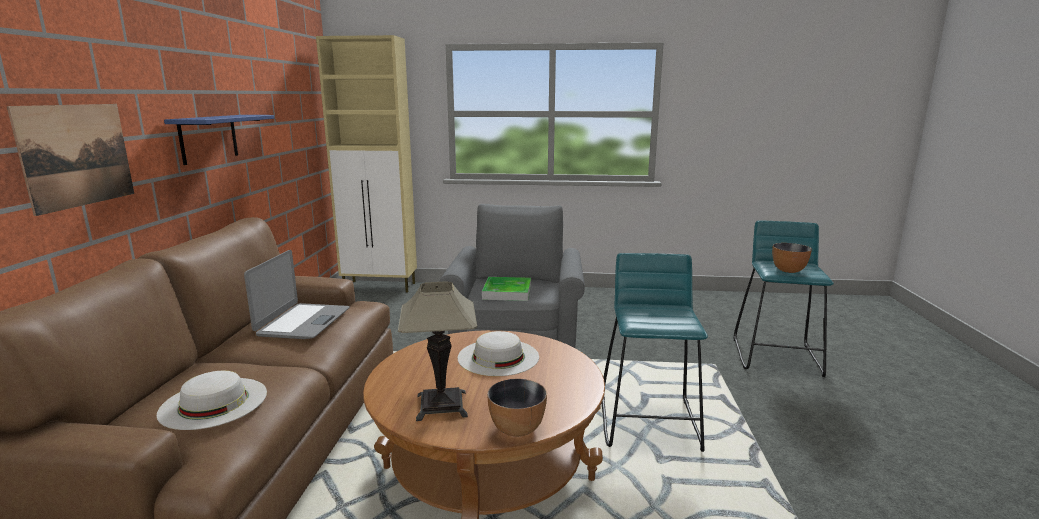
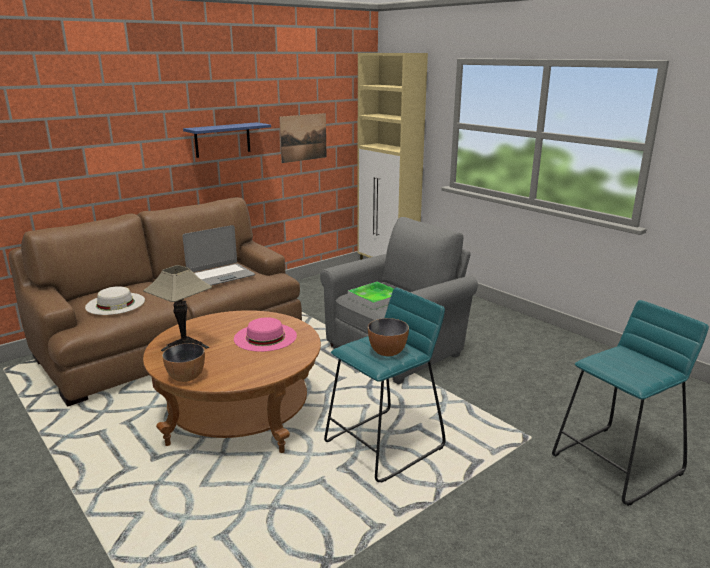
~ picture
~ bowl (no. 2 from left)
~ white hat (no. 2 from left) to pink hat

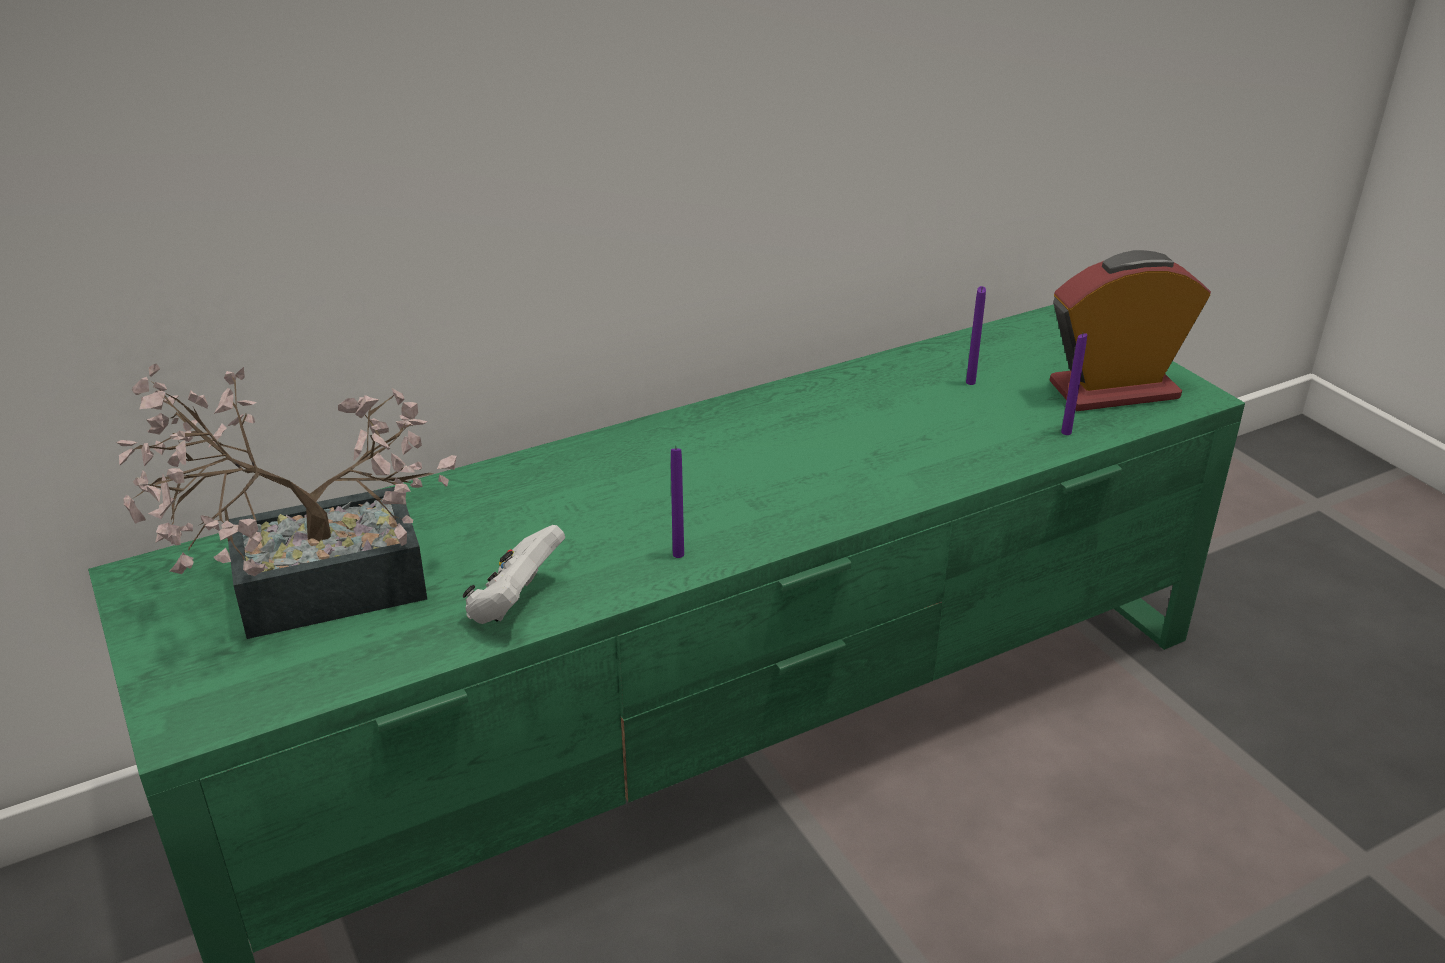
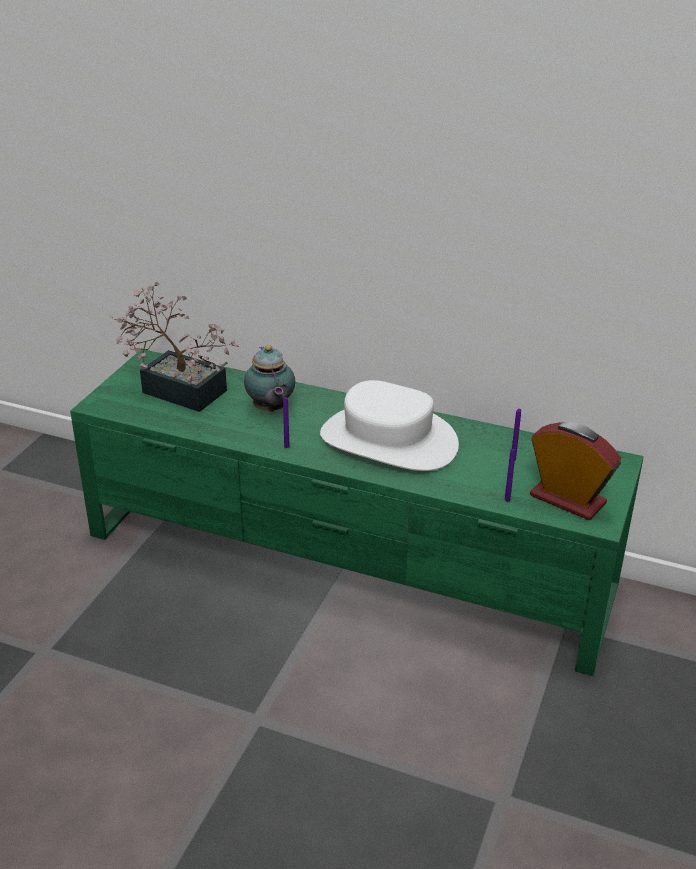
- white game controller
+ teapot
+ white hat

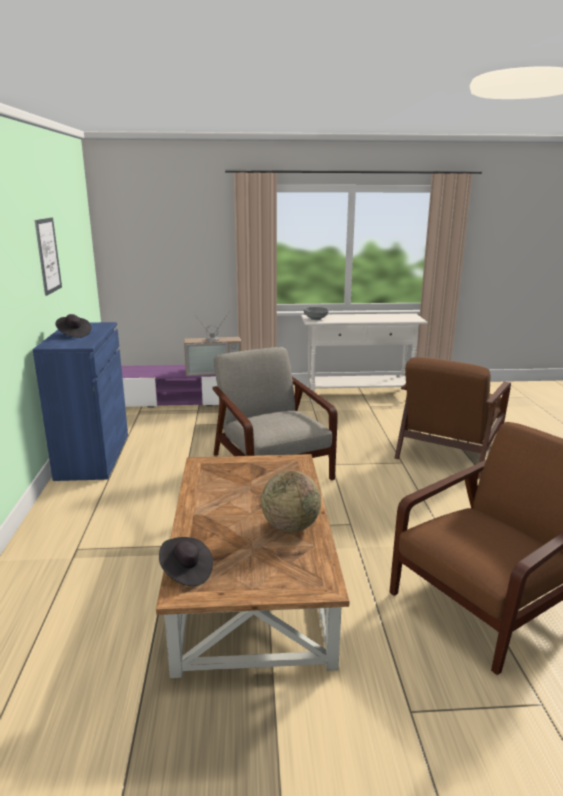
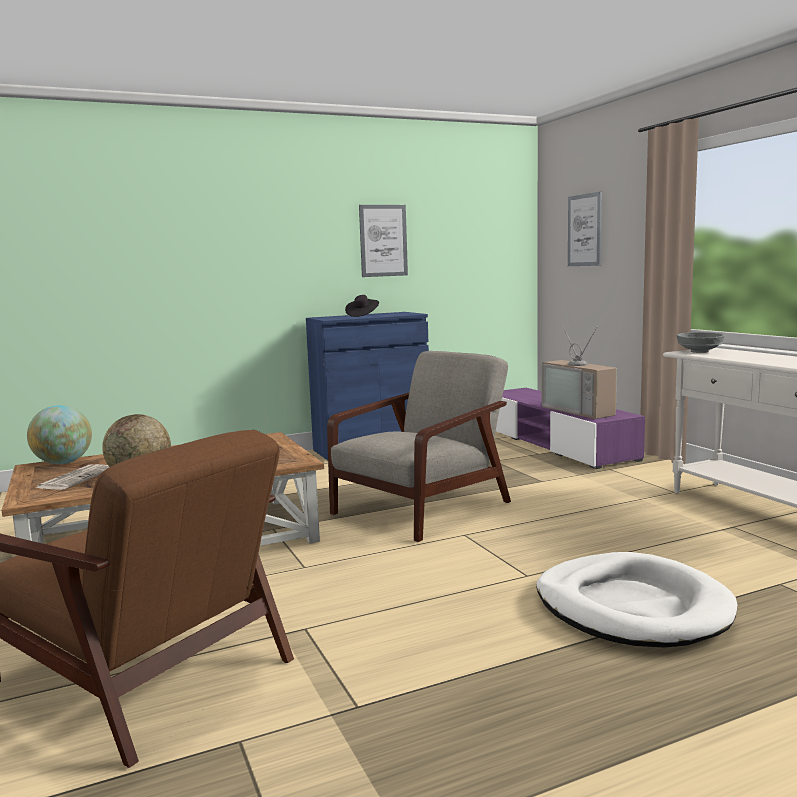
~ brown armchair (no. 1 from left) to white dog bed
~ black hat (no. 2 from left) to globe (no. 1 from left)
+ picture (no. 2 from left)
+ newspaper

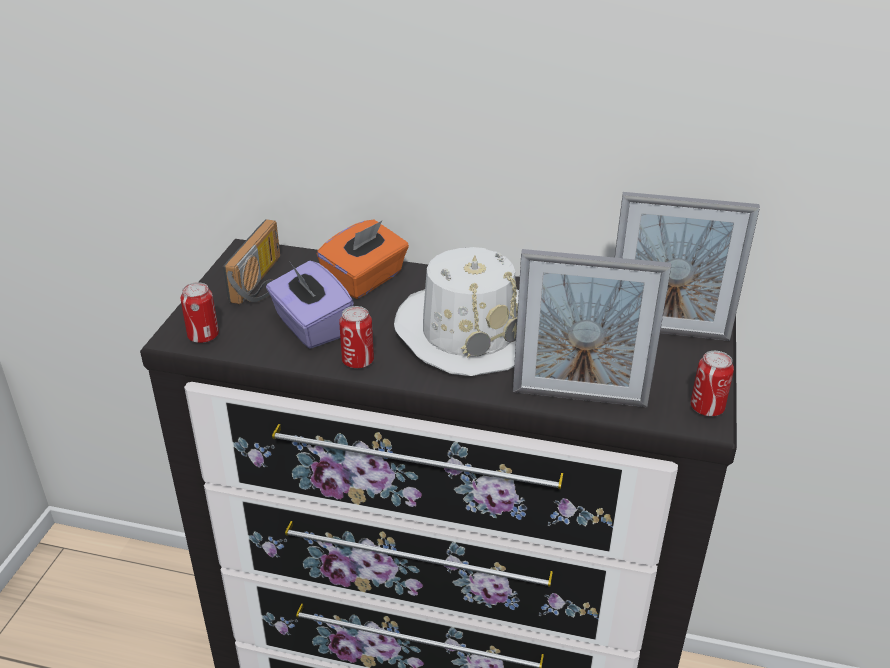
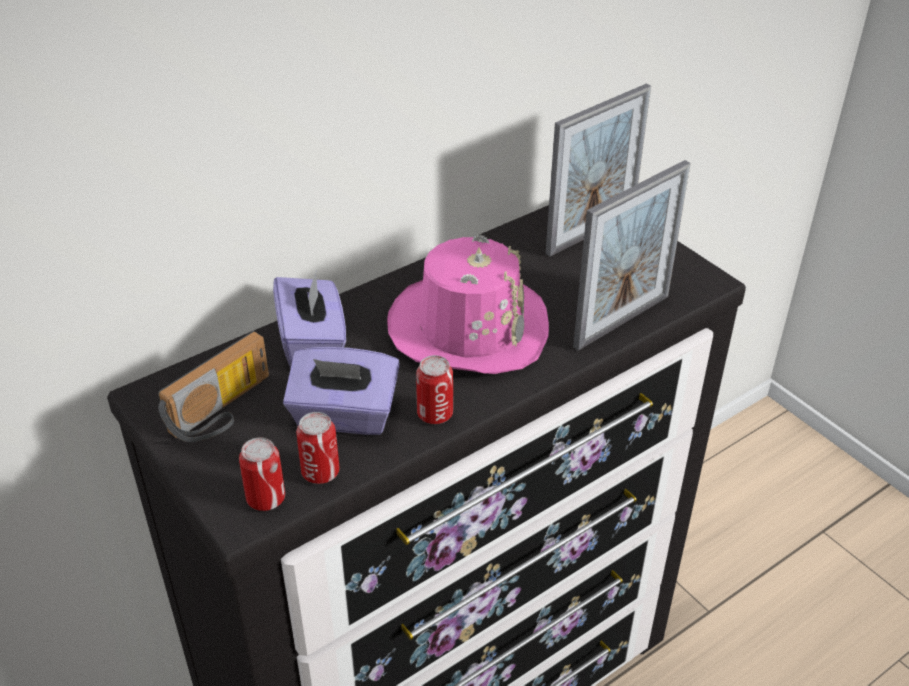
~ radio 75 degrees clockwise
~ orange tissue box to purple tissue box (no. 1 from left)
~ white hat to pink hat
~ can (no. 3 from left in the first image) to can (no. 2 from left)

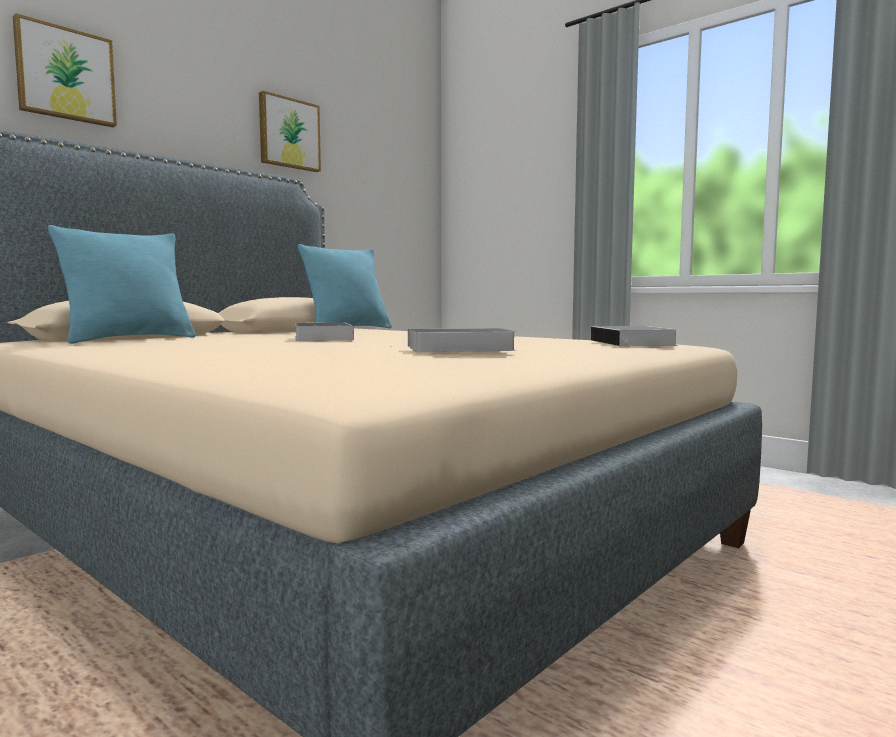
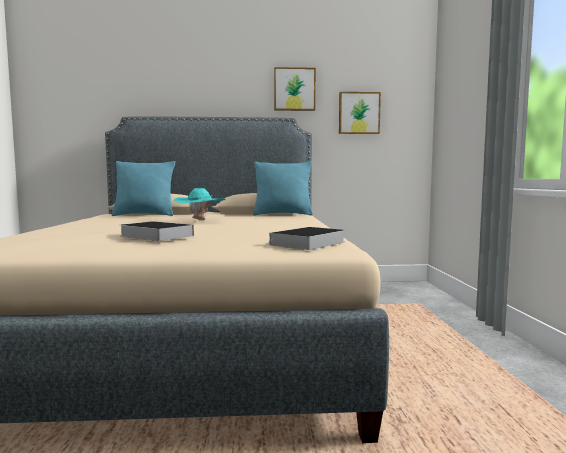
~ picture (no. 1 from left in the first image) to picture (no. 2 from left)
~ book (no. 1 from left) to turquoise hat

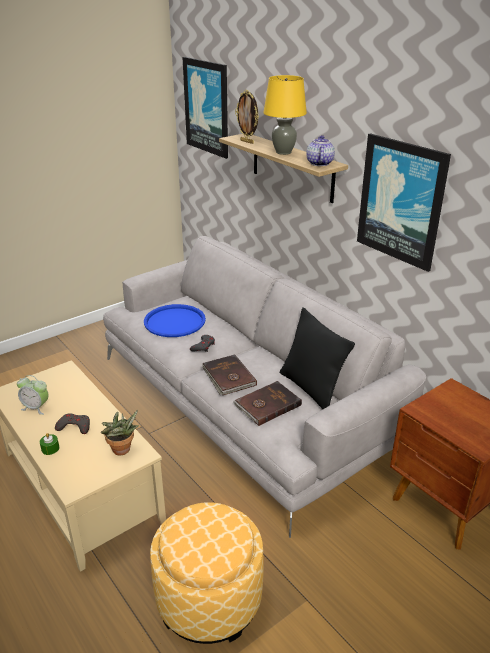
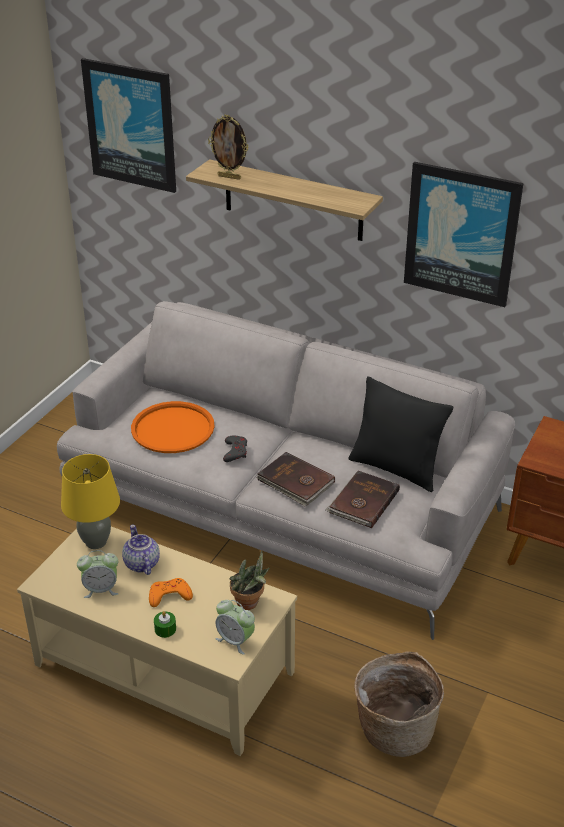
~ yellow table lamp
~ teapot
~ blue tray to orange tray
~ grey game controller (no. 1 from left) to orange game controller
~ ottoman to basket
+ alarm clock (no. 2 from left)

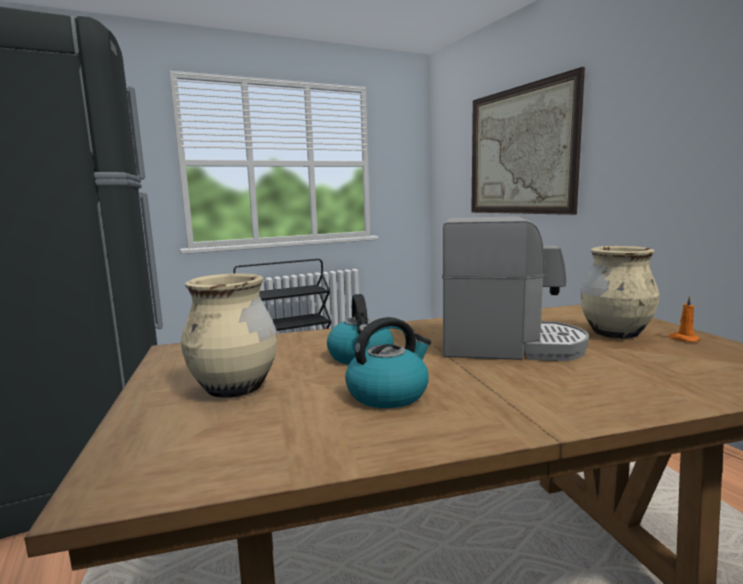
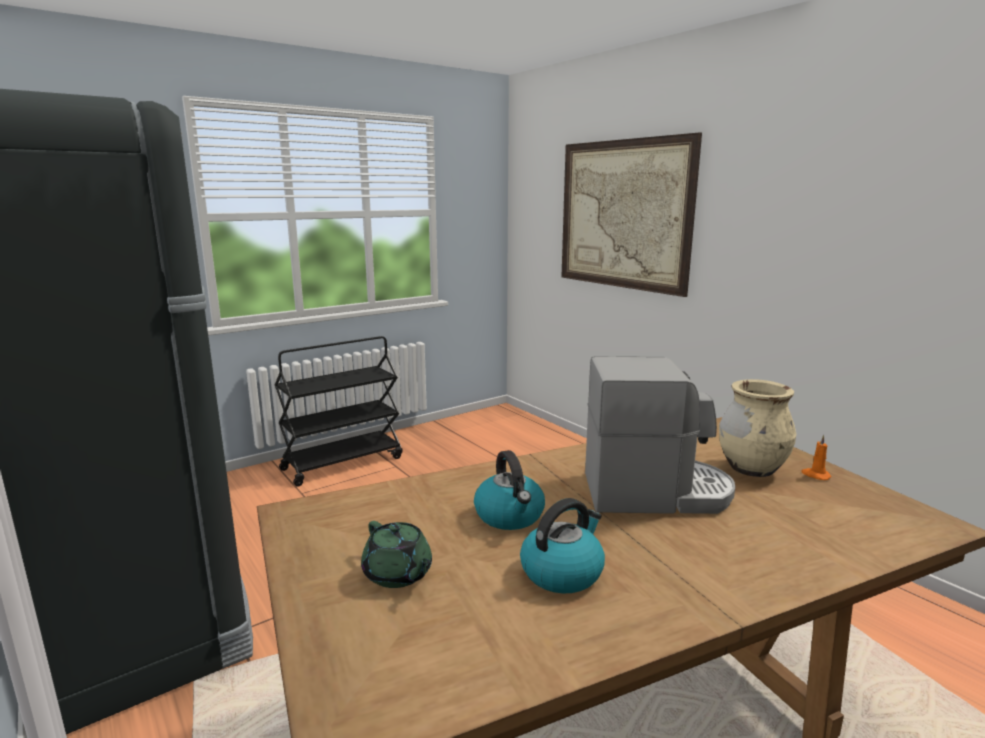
~ beige vase (no. 1 from left) to green teapot

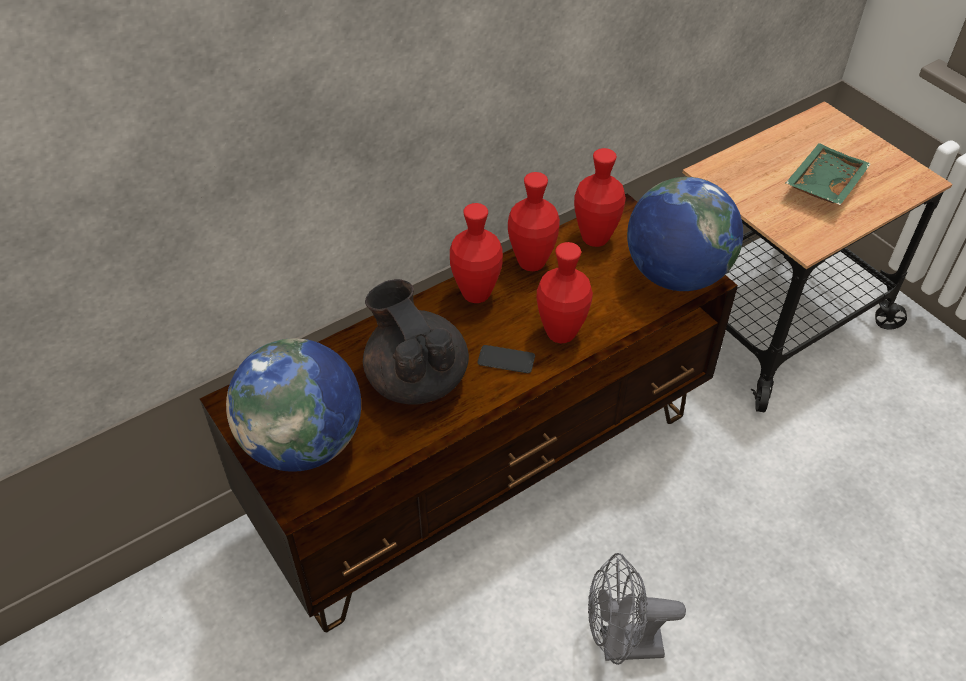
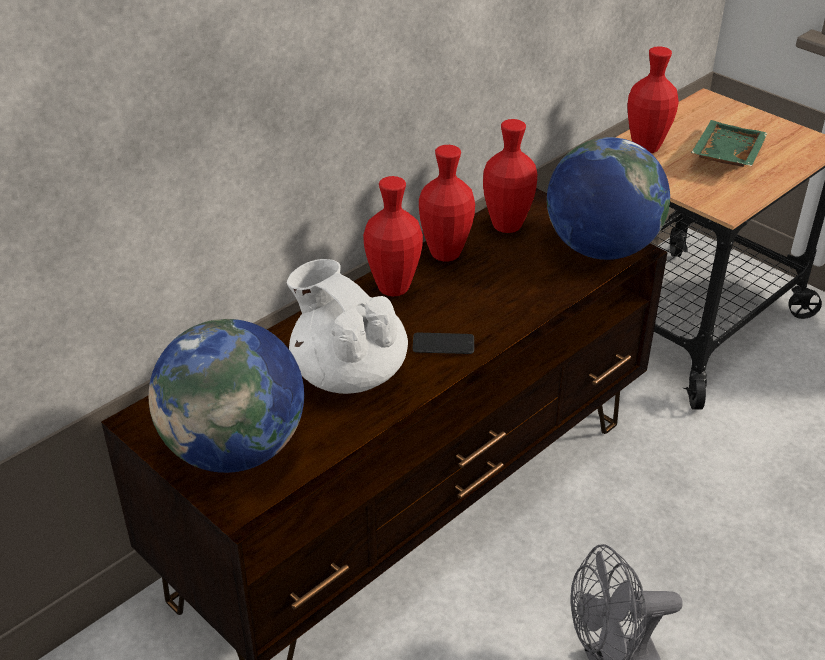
~ red vase (no. 3 from left in the first image) to red vase (no. 4 from left)
~ black teapot to white teapot

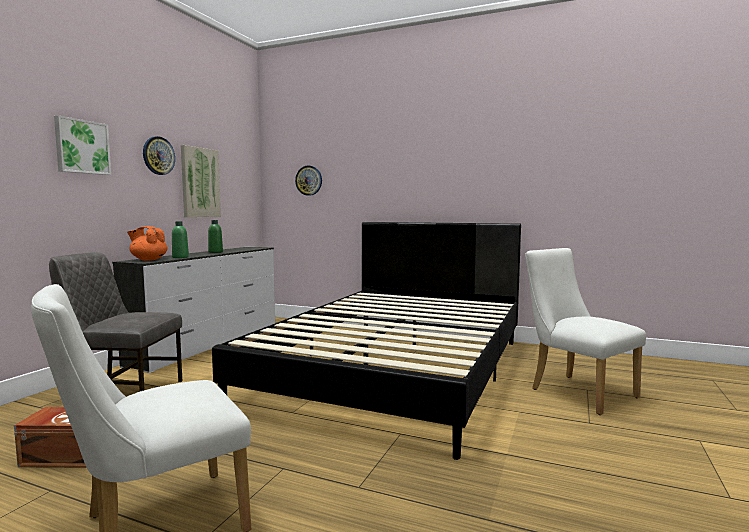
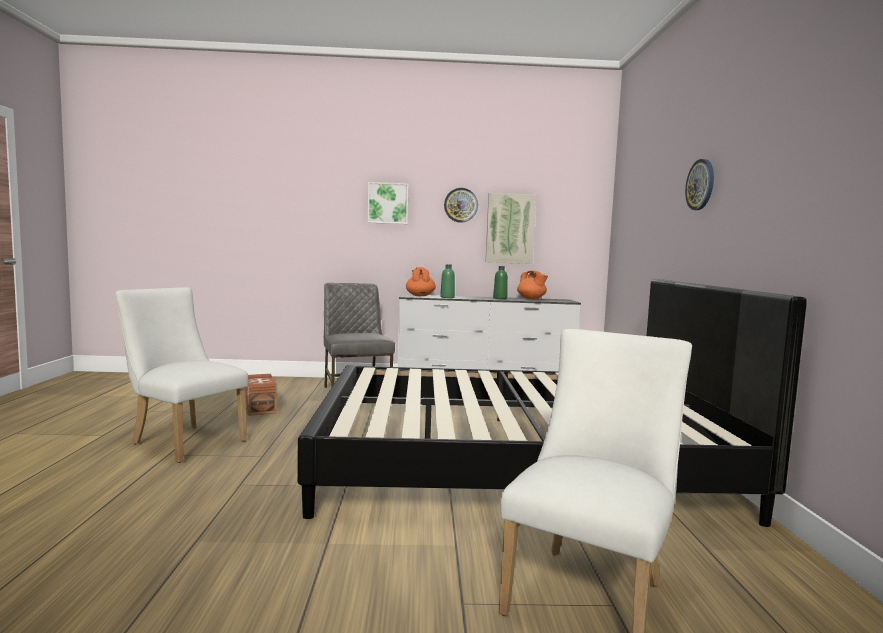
~ wall clock (no. 2 from left)
+ orange teapot (no. 2 from left)

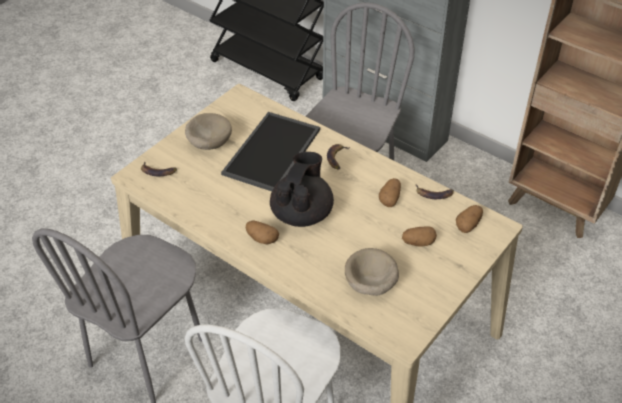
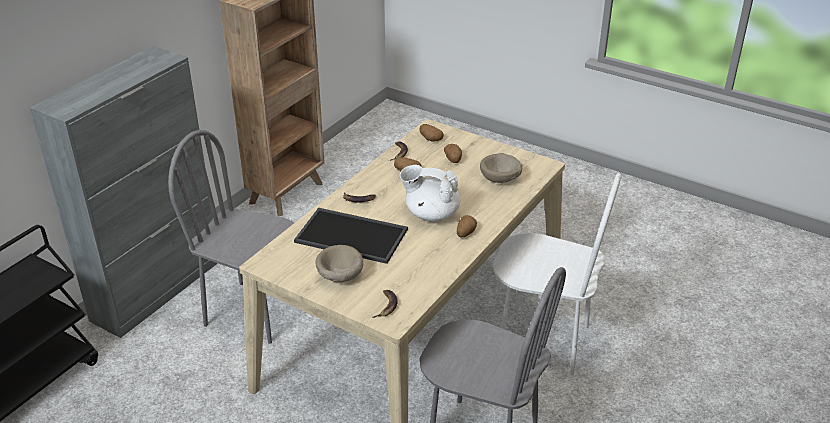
~ black teapot to white teapot

